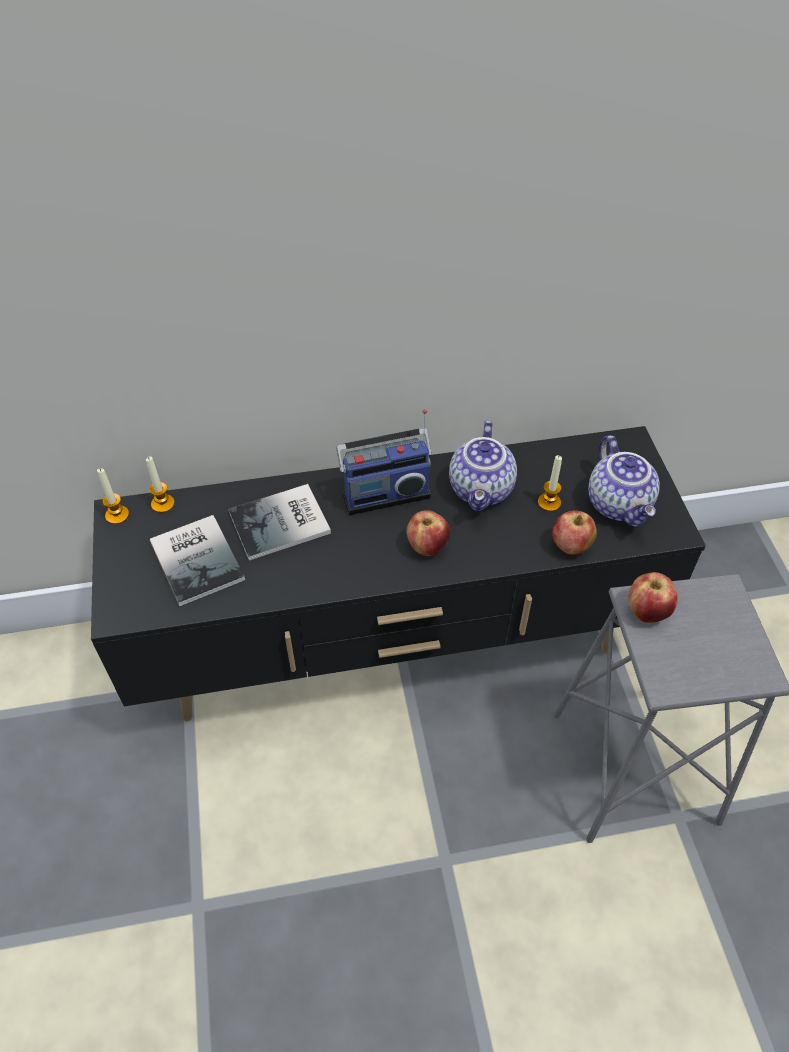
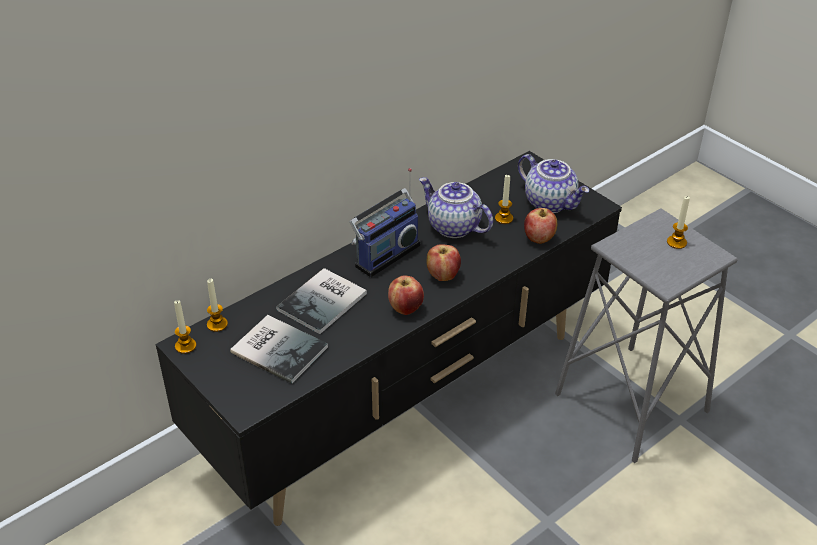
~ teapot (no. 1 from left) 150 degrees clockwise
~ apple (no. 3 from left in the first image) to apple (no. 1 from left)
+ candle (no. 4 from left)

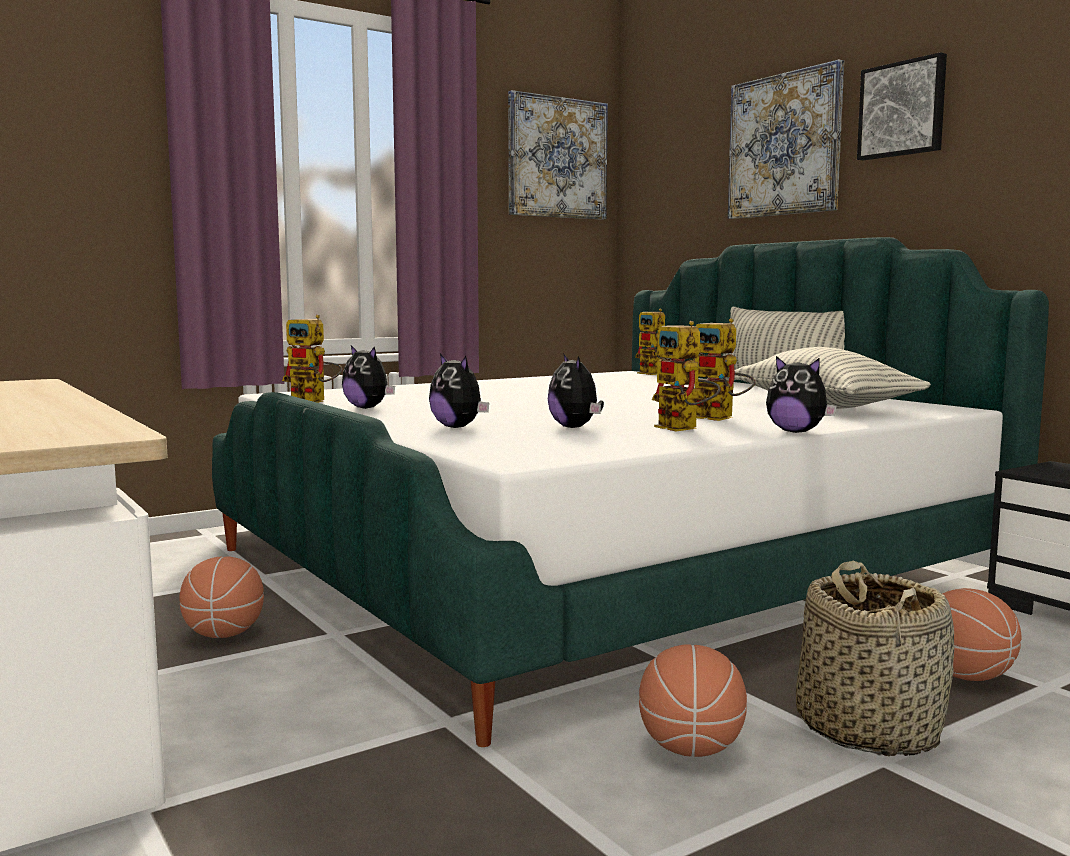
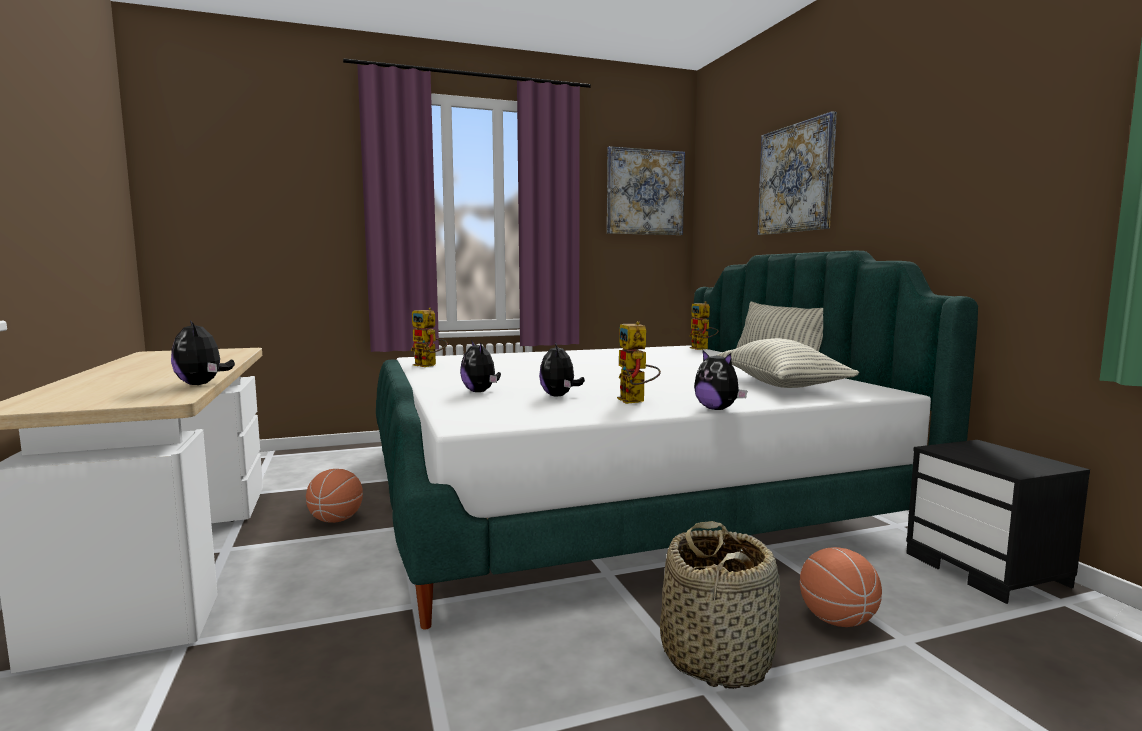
- picture (no. 3 from left)
- toy robot (no. 4 from left)
~ plush toy (no. 1 from left)
- basketball (no. 2 from left)

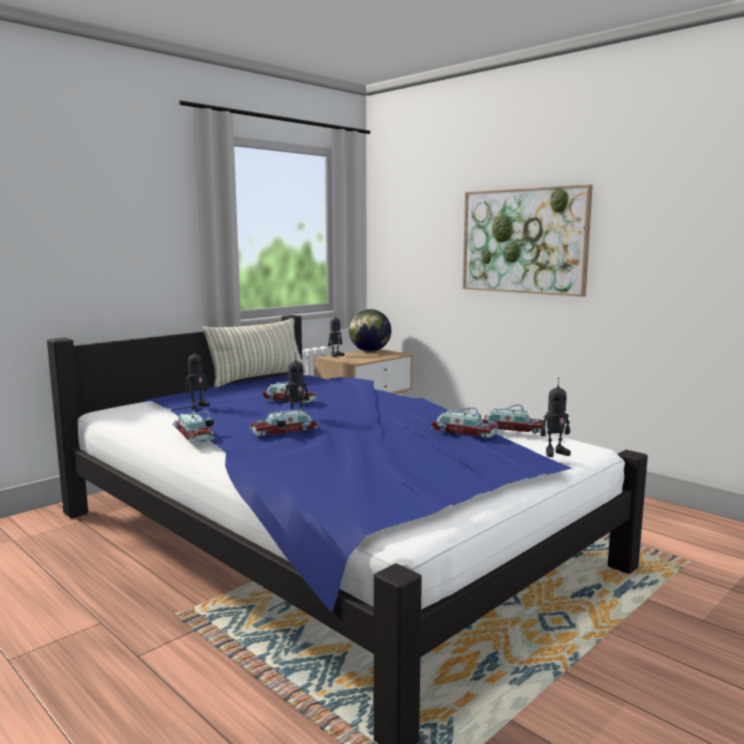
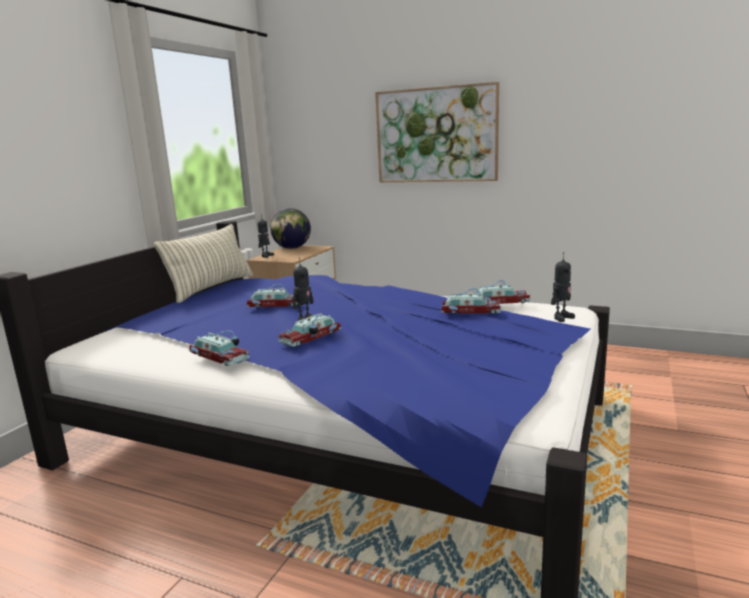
- toy robot (no. 1 from left)

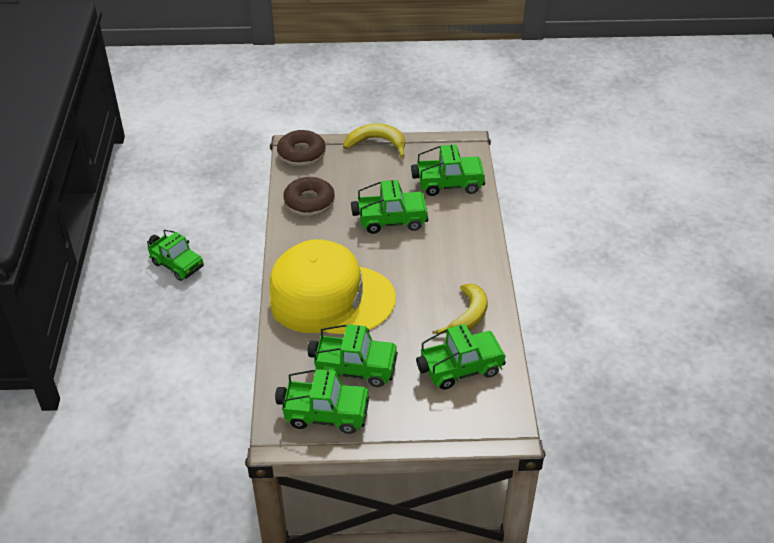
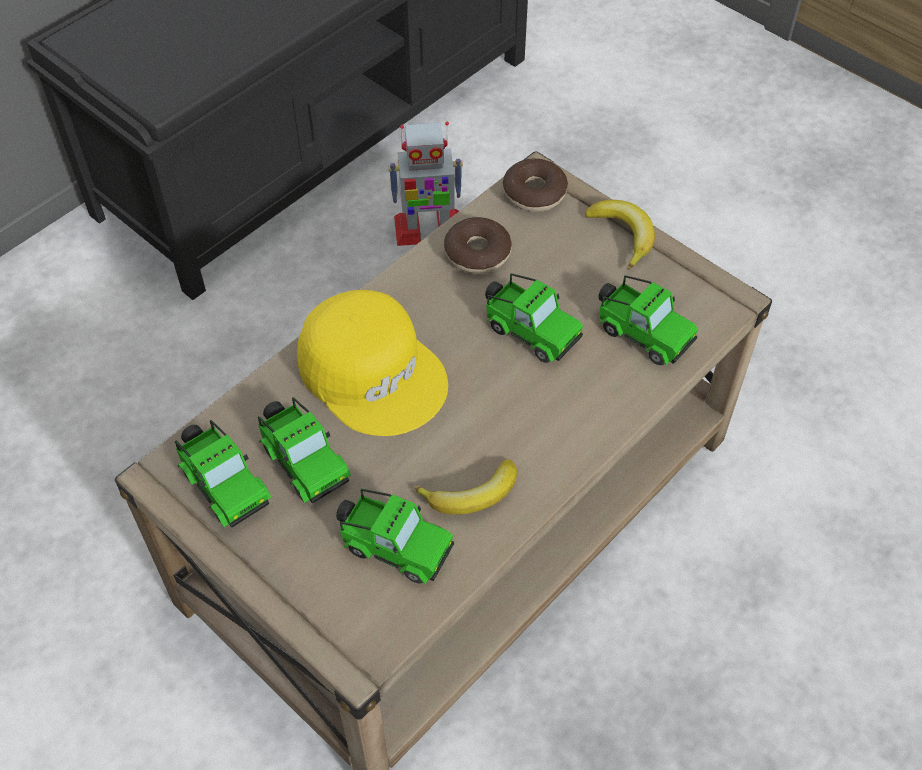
~ toy car (no. 1 from left) to toy robot

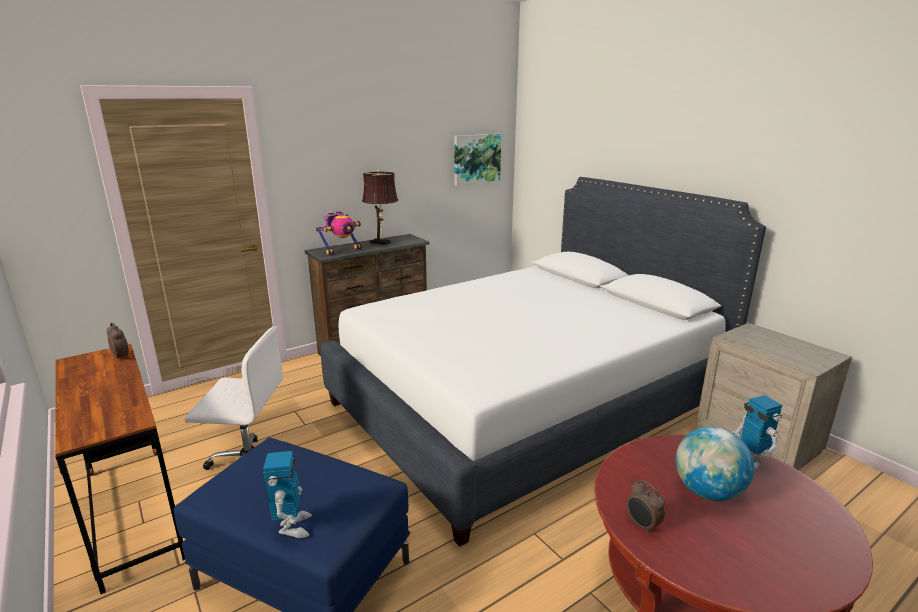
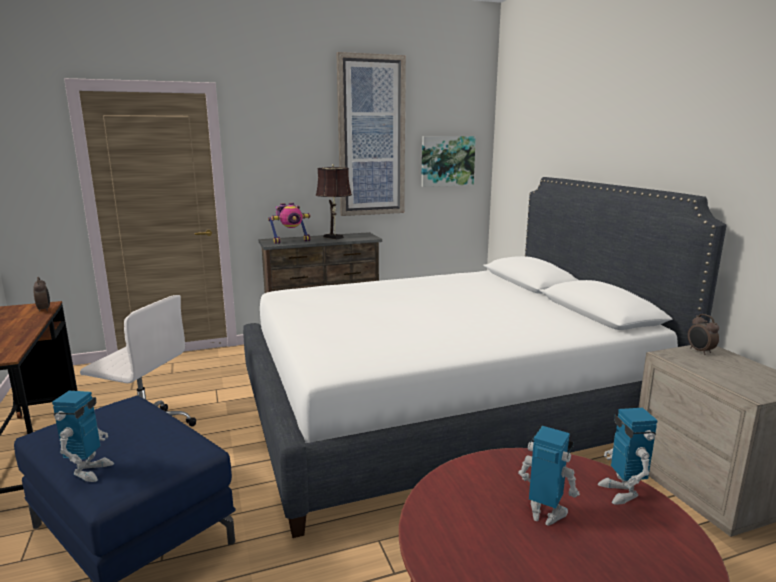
~ globe to toy robot (no. 3 from left)
~ alarm clock (no. 2 from left)
+ picture (no. 1 from left)

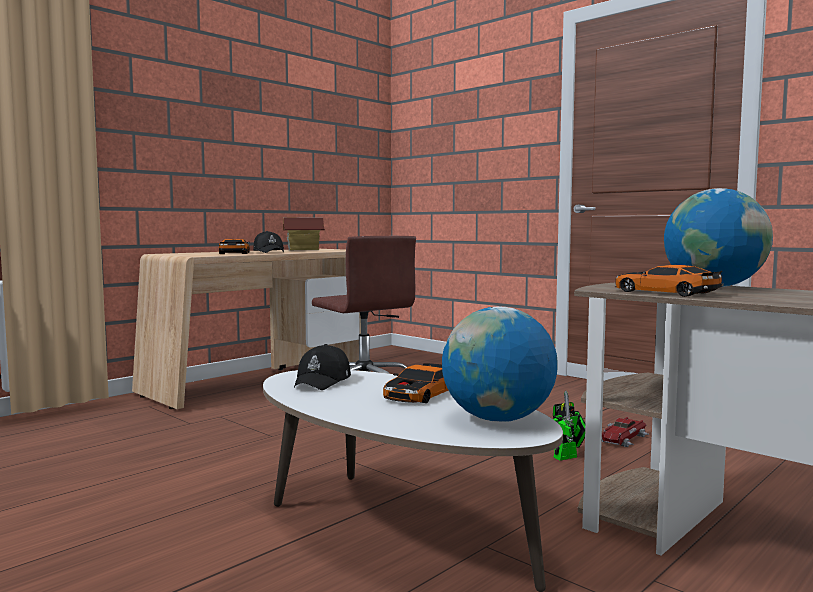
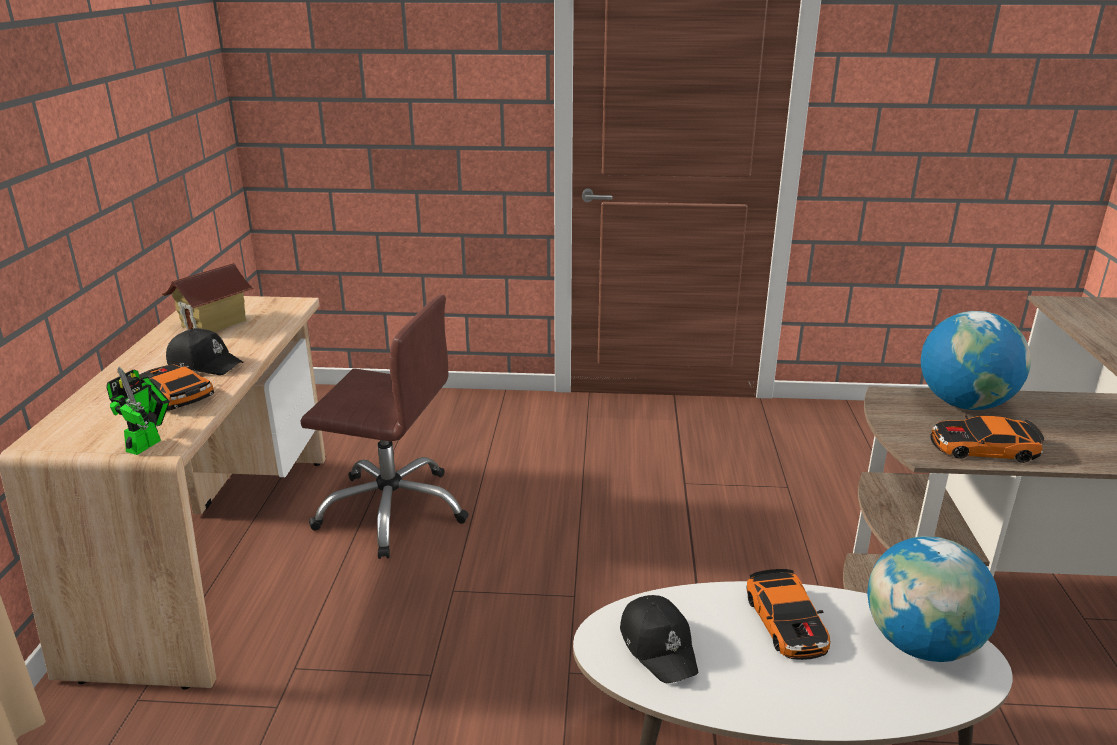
~ toy robot
- toy car (no. 3 from left)

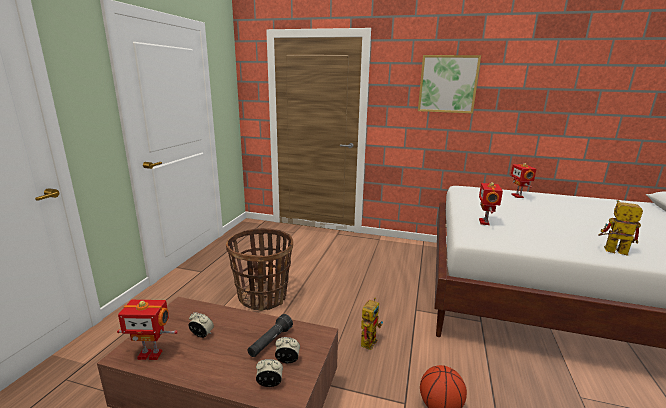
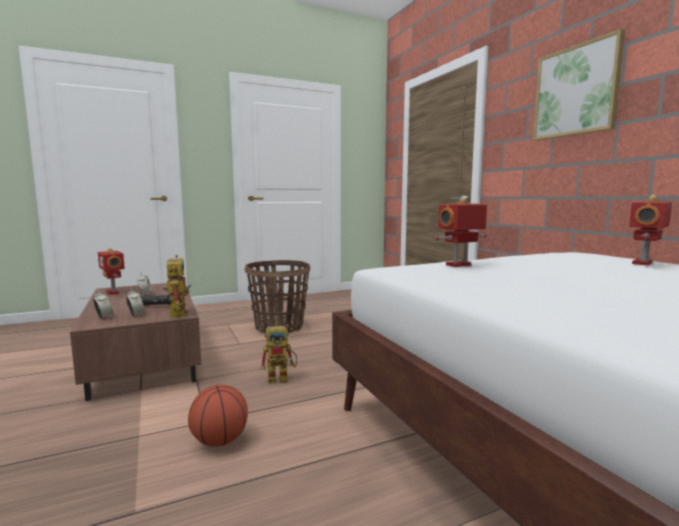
~ toy robot (no. 5 from left in the first image) to toy robot (no. 2 from left)

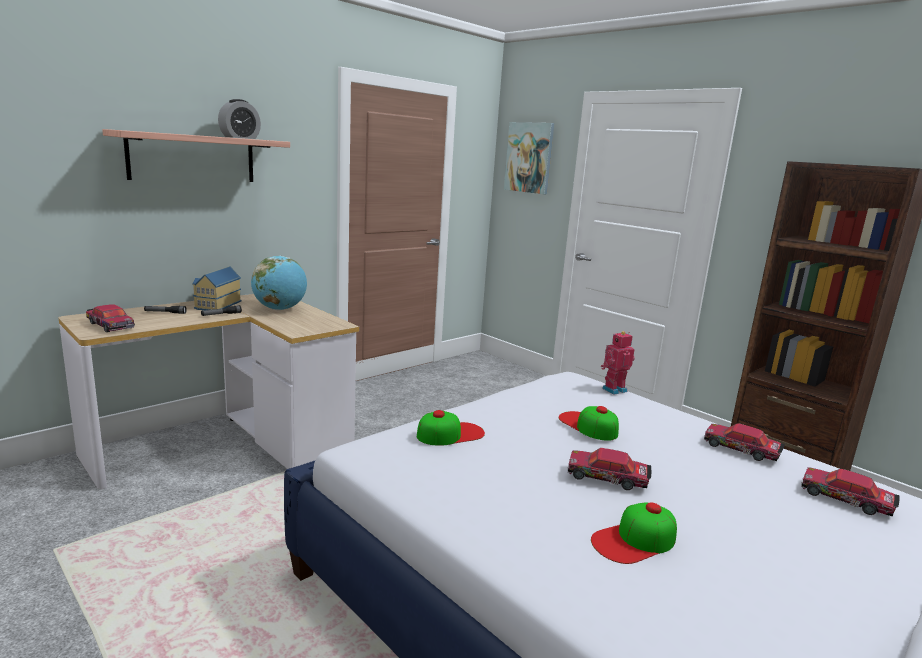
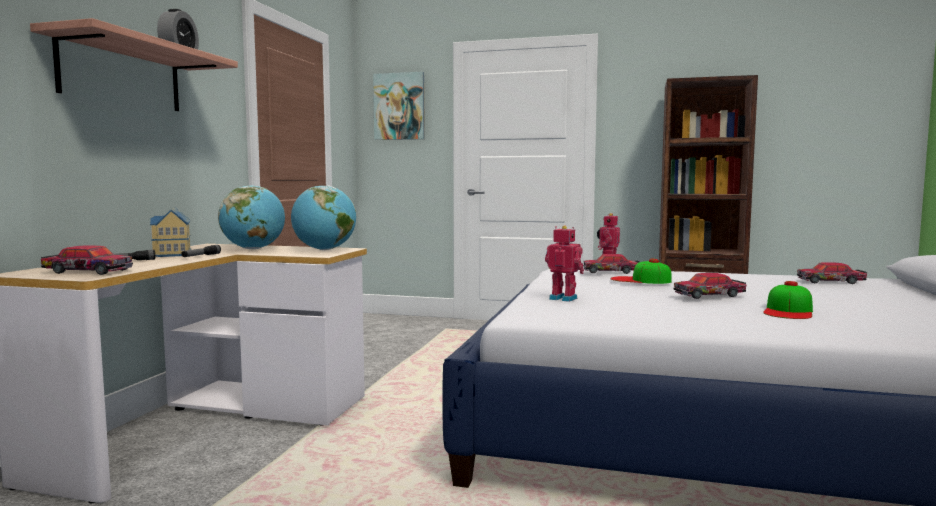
~ cap (no. 1 from left) to toy robot (no. 1 from left)
~ toy car (no. 3 from left in the first image) to toy car (no. 2 from left)
+ globe (no. 2 from left)

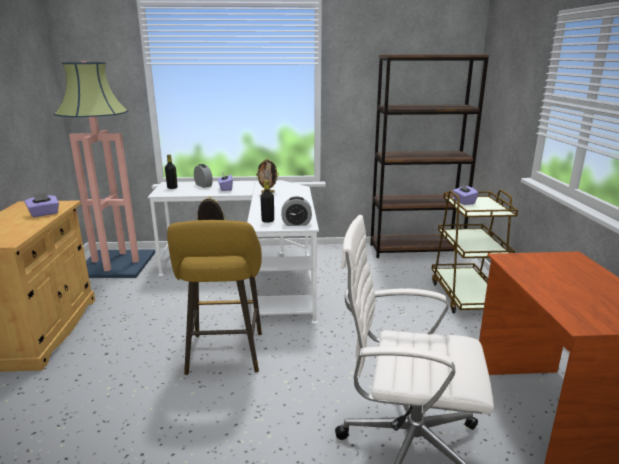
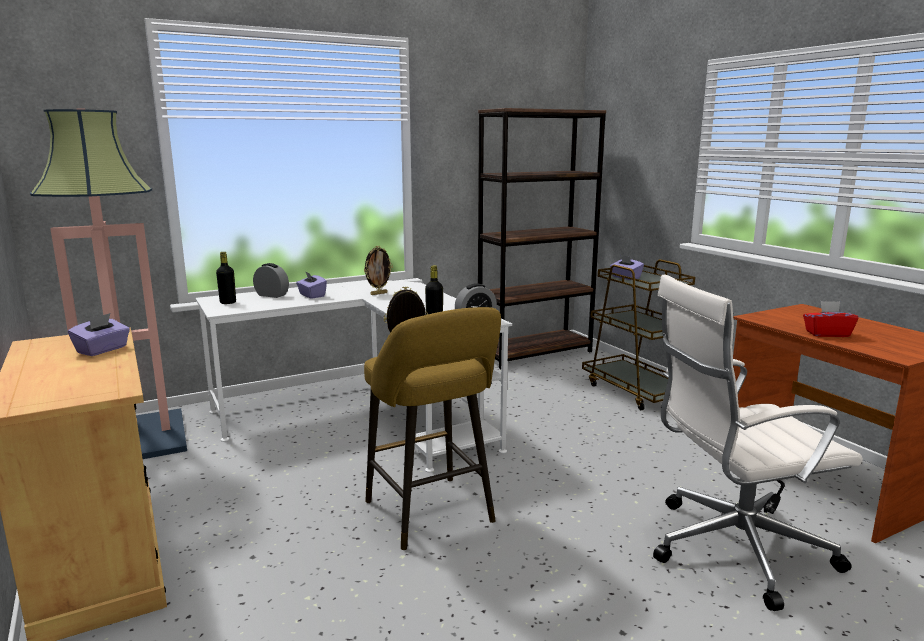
+ red tissue box

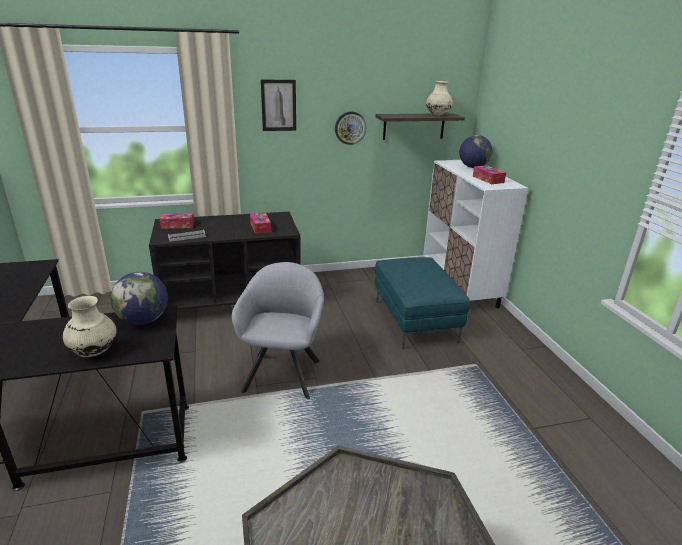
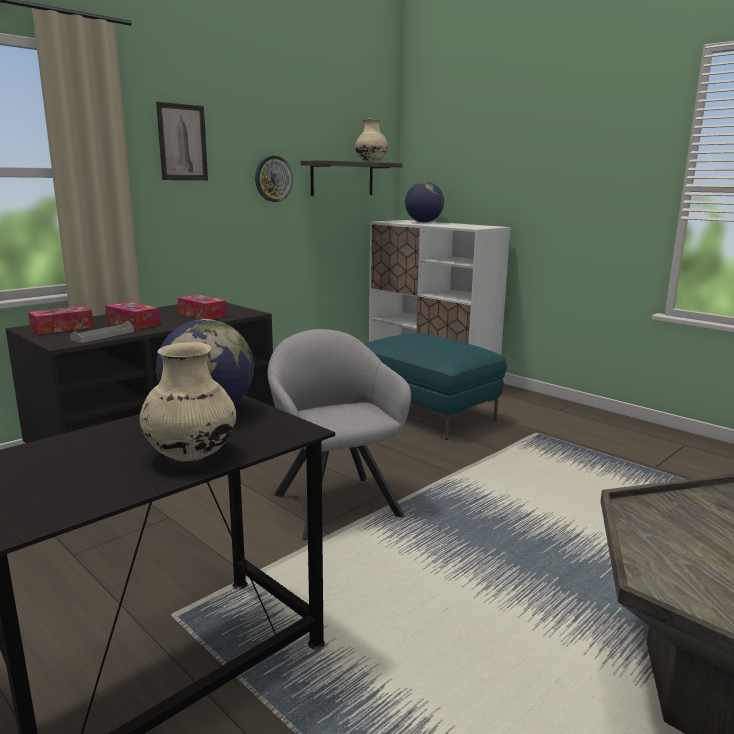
~ tissue box (no. 3 from left in the first image) to tissue box (no. 2 from left)

